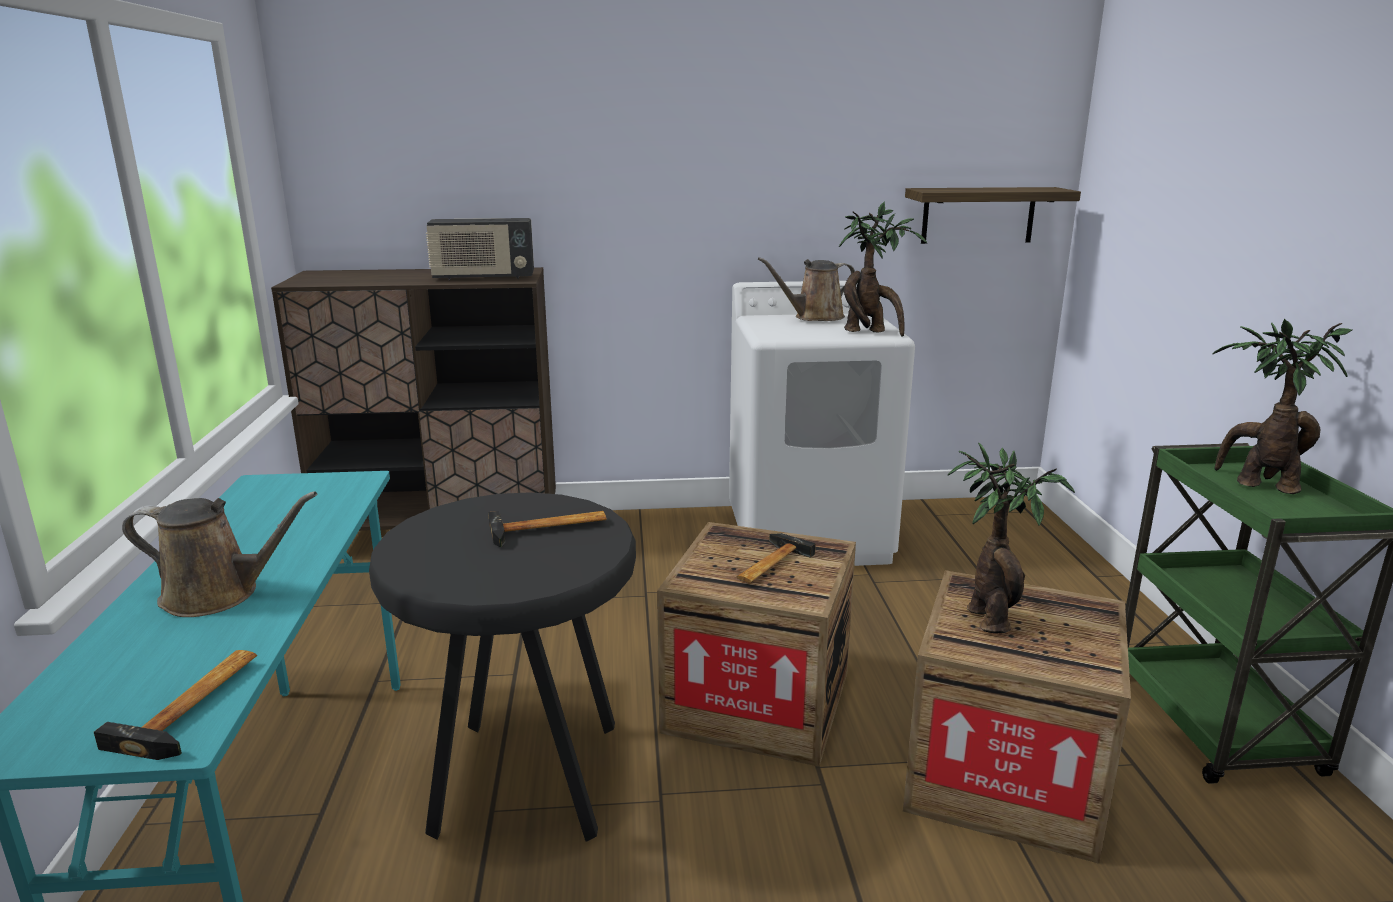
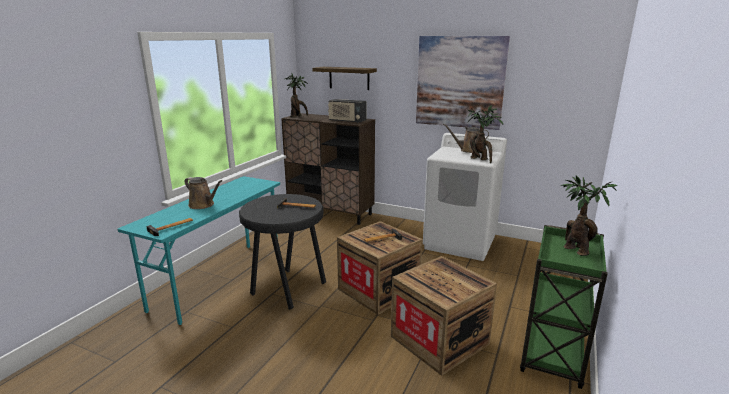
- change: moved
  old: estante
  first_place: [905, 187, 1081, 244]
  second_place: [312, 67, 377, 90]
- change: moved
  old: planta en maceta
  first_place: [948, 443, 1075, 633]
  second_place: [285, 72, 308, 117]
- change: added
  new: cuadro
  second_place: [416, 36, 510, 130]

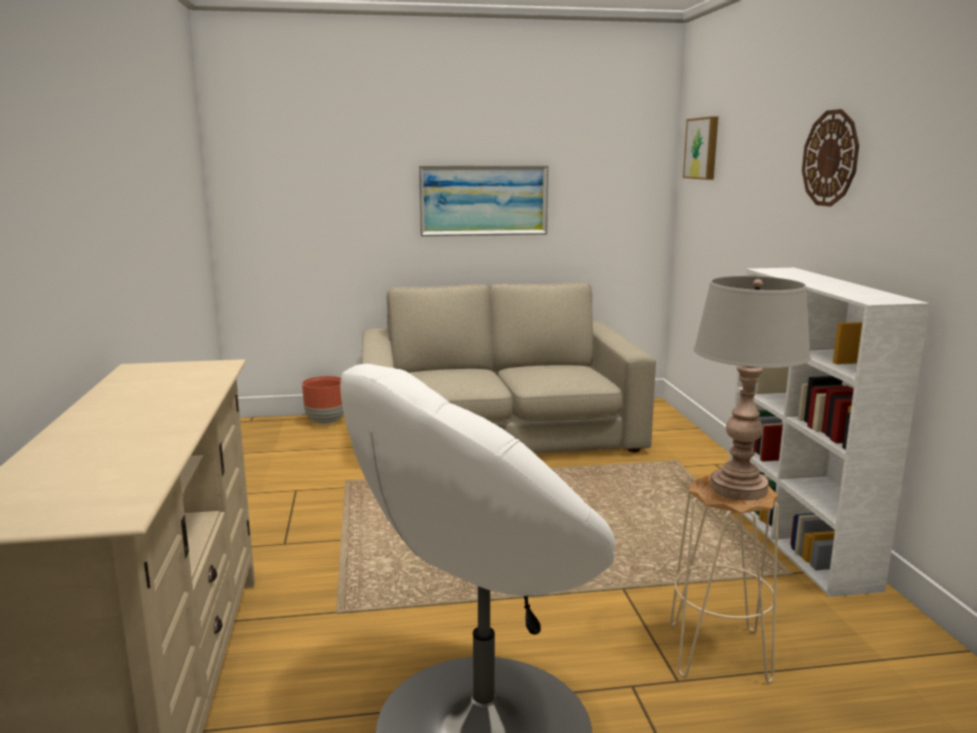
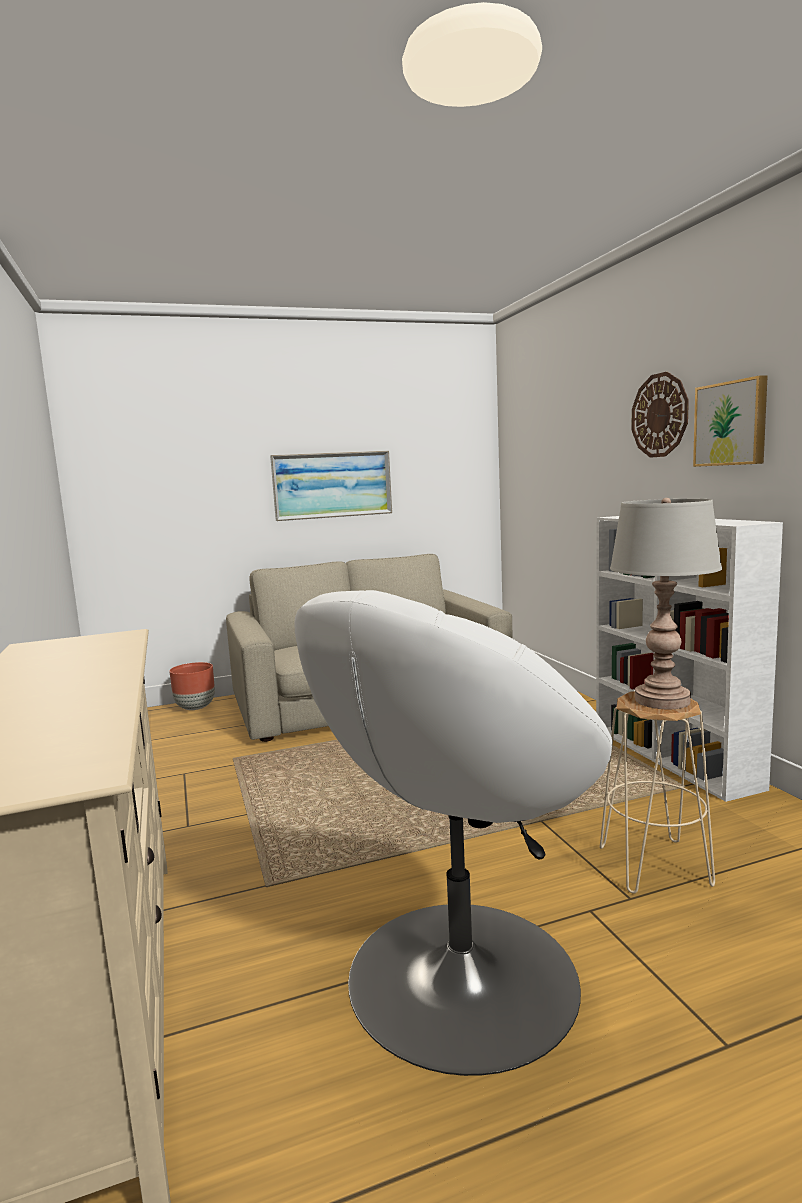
- change: moved
  old: cuadro
  first_place: [683, 116, 718, 180]
  second_place: [693, 376, 768, 467]

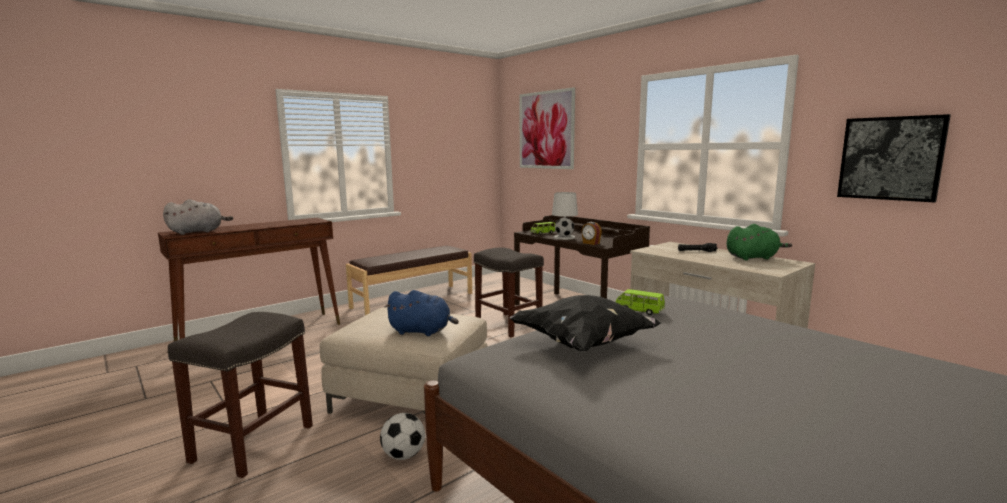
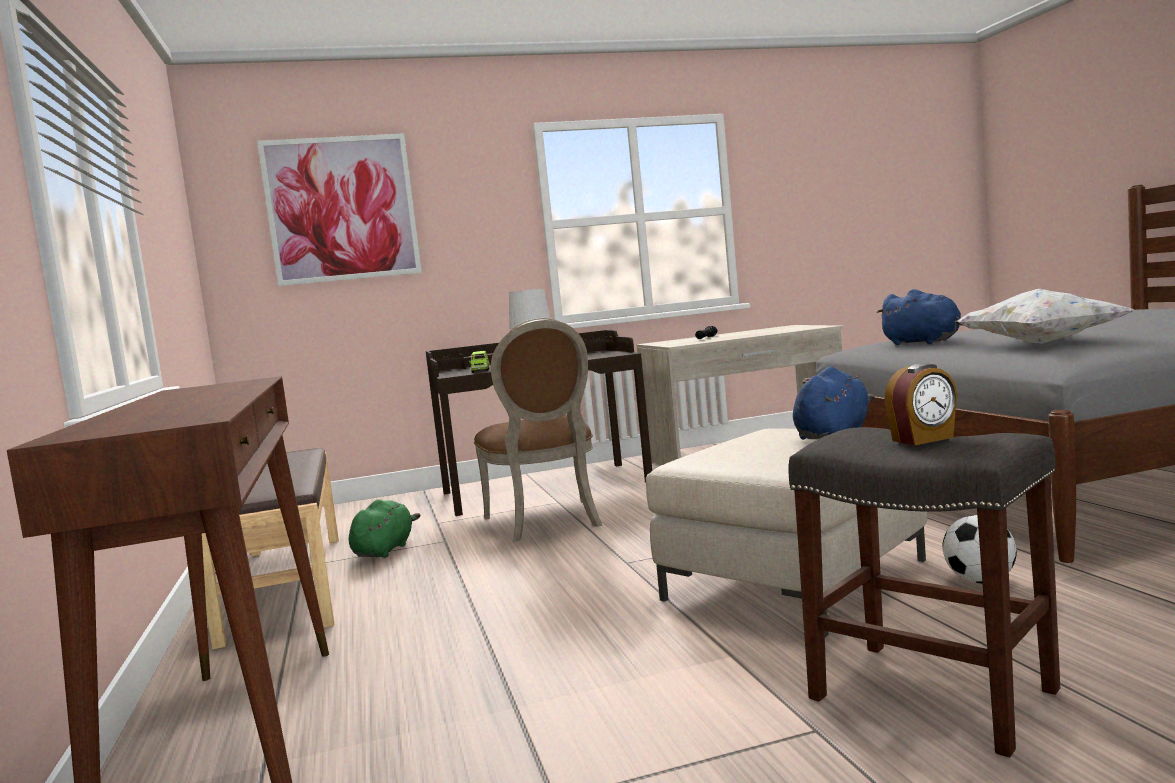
- change: removed
  old: cuadro
  first_place: [837, 114, 951, 202]
- change: removed
  old: peluche (gris)
  first_place: [163, 199, 233, 235]
- change: moved
  old: despertador
  first_place: [581, 222, 602, 245]
  second_place: [884, 363, 958, 445]
- change: moved
  old: peluche (verde)
  first_place: [727, 224, 792, 261]
  second_place: [349, 499, 421, 558]
- change: replaced
  old: taburete (gris)
  new: silla (marrón)
  first_place: [474, 247, 544, 337]
  second_place: [474, 318, 602, 541]
- change: replaced
  old: coche de juguete (verde)
  new: peluche (azul)
  first_place: [616, 289, 665, 315]
  second_place: [876, 289, 964, 345]
- change: recoloured
  old: cojín (negro)
  new: cojín (blanco)
  first_place: [509, 295, 662, 351]
  second_place: [955, 289, 1133, 344]

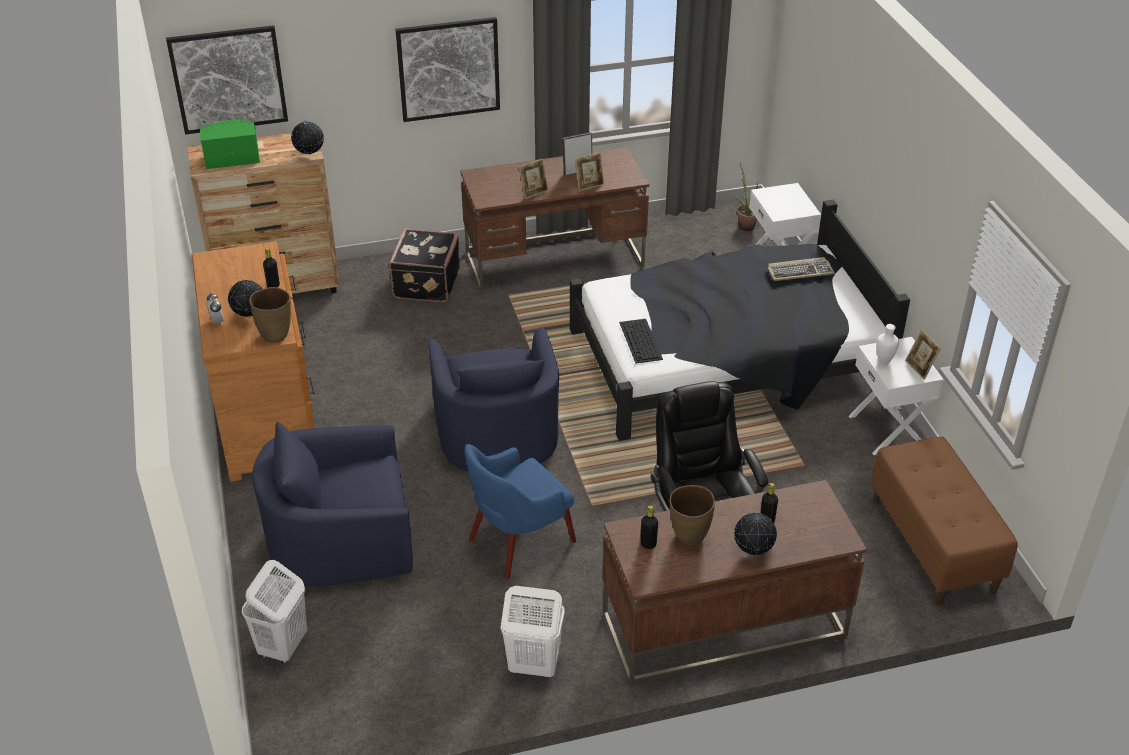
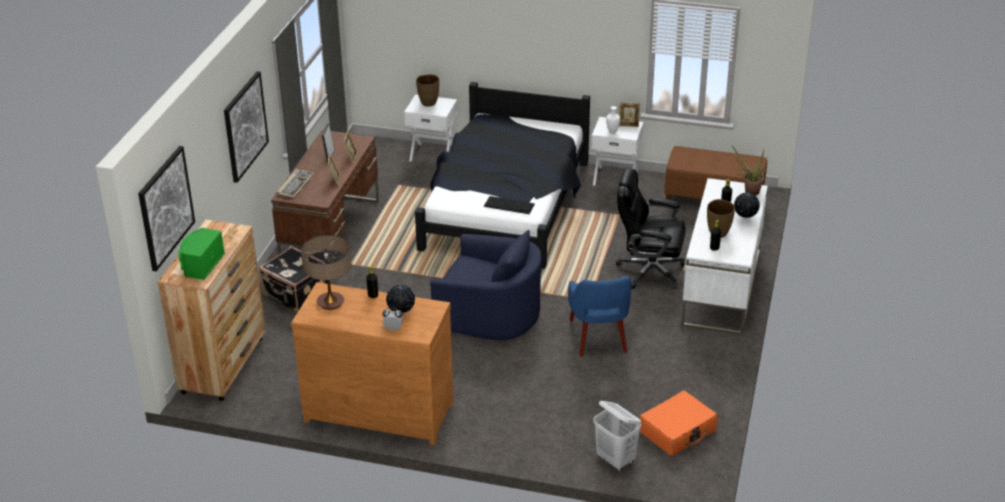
- change: removed
  old: globo terráqueo
  first_place: [291, 120, 324, 156]
- change: moved
  old: planta en maceta
  first_place: [737, 162, 758, 231]
  second_place: [732, 146, 765, 196]
- change: moved
  old: teclado
  first_place: [768, 257, 835, 281]
  second_place: [277, 169, 314, 198]
- change: moved
  old: florero (marrón)
  first_place: [249, 287, 291, 343]
  second_place: [416, 74, 439, 107]
- change: removed
  old: sillón (azul)
  first_place: [252, 421, 413, 586]
- change: recoloured
  old: escritorio (marrón)
  new: escritorio (blanco)
  first_place: [603, 480, 867, 686]
  second_place: [681, 178, 768, 335]
- change: removed
  old: cesto de la ropa (blanco)
  first_place: [501, 586, 565, 677]
- change: added
  new: lámpara de mesa
  second_place: [301, 235, 351, 310]
- change: added
  new: maleta (naranja)
  second_place: [639, 391, 718, 456]

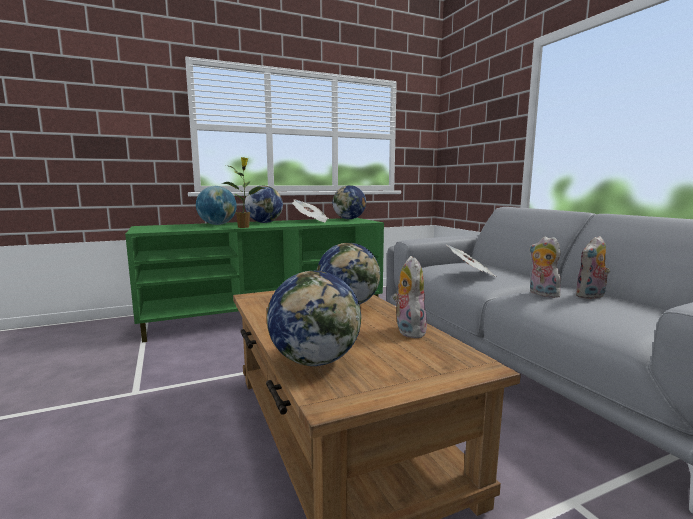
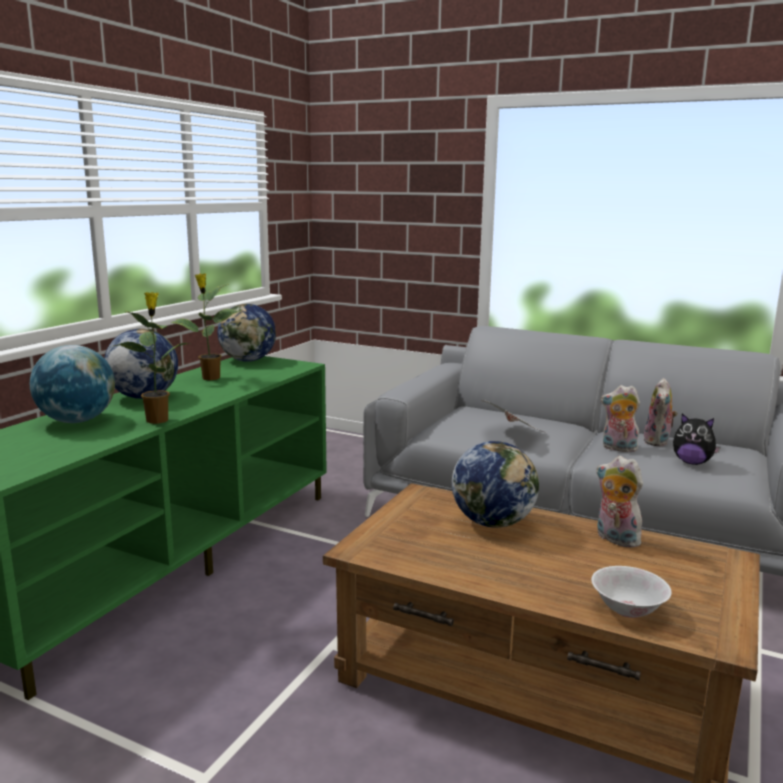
- change: replaced
  old: periódico
  new: planta en maceta
  first_place: [292, 199, 329, 222]
  second_place: [171, 273, 239, 380]
- change: replaced
  old: globo terráqueo
  new: cuenco (blanco)
  first_place: [267, 271, 361, 366]
  second_place: [591, 566, 672, 618]
- change: added
  new: peluche
  second_place: [673, 413, 721, 465]

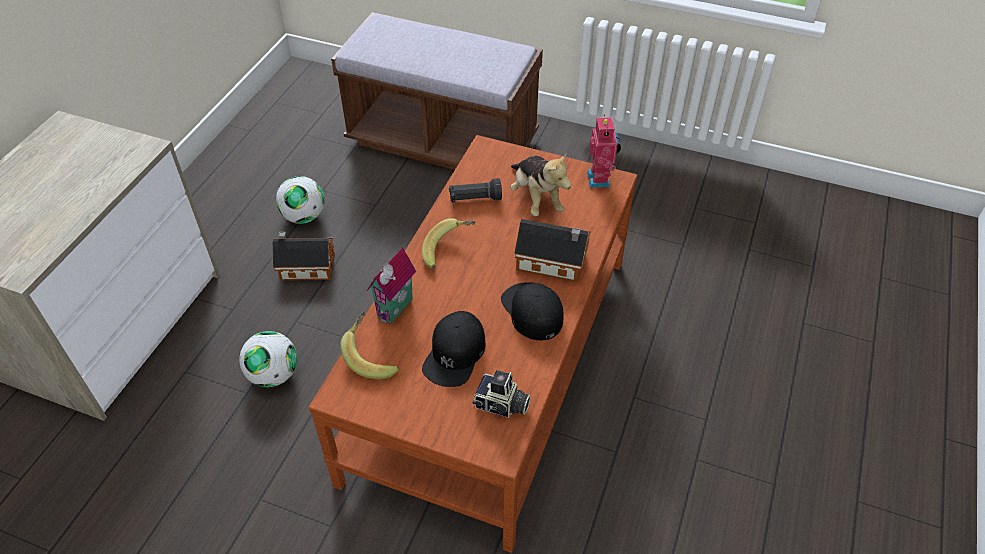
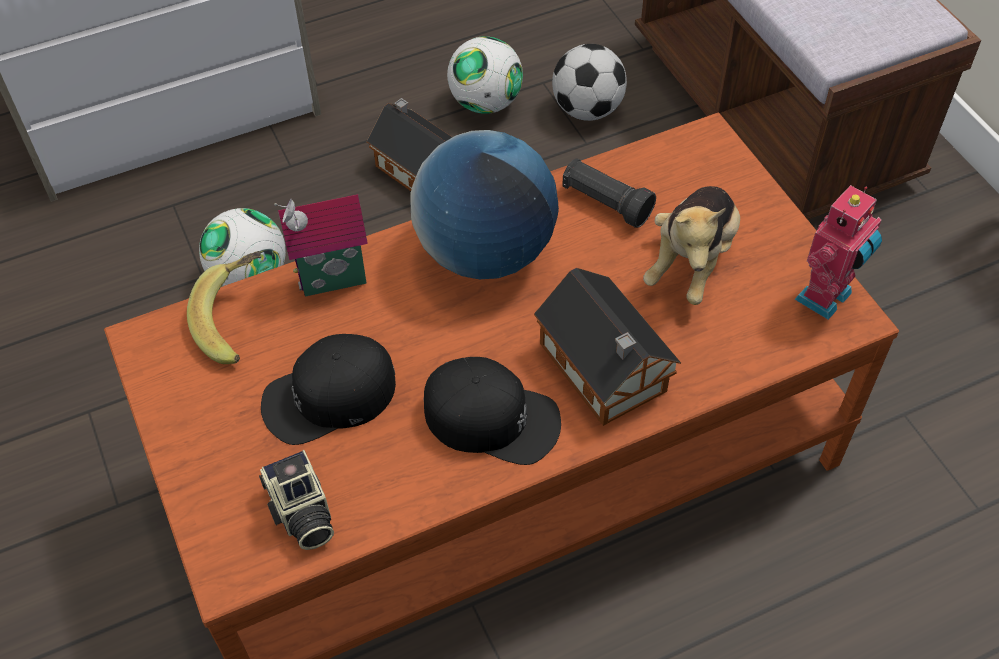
- change: replaced
  old: plátano
  new: globo terráqueo
  first_place: [422, 218, 476, 269]
  second_place: [410, 130, 559, 279]
- change: turned
  old: gorra (negro)
  first_place: [501, 282, 564, 340]
  second_place: [424, 357, 561, 465]
  degrees: 90
- change: added
  new: balón de fútbol
  second_place: [552, 44, 627, 121]

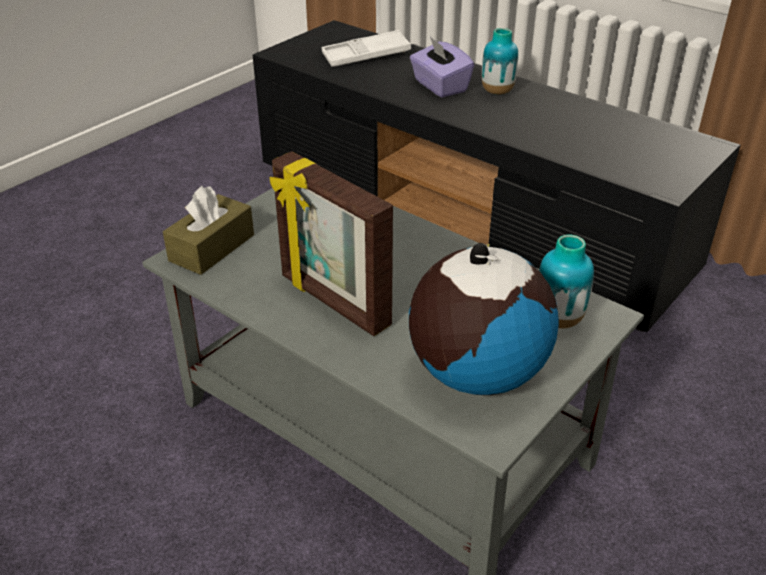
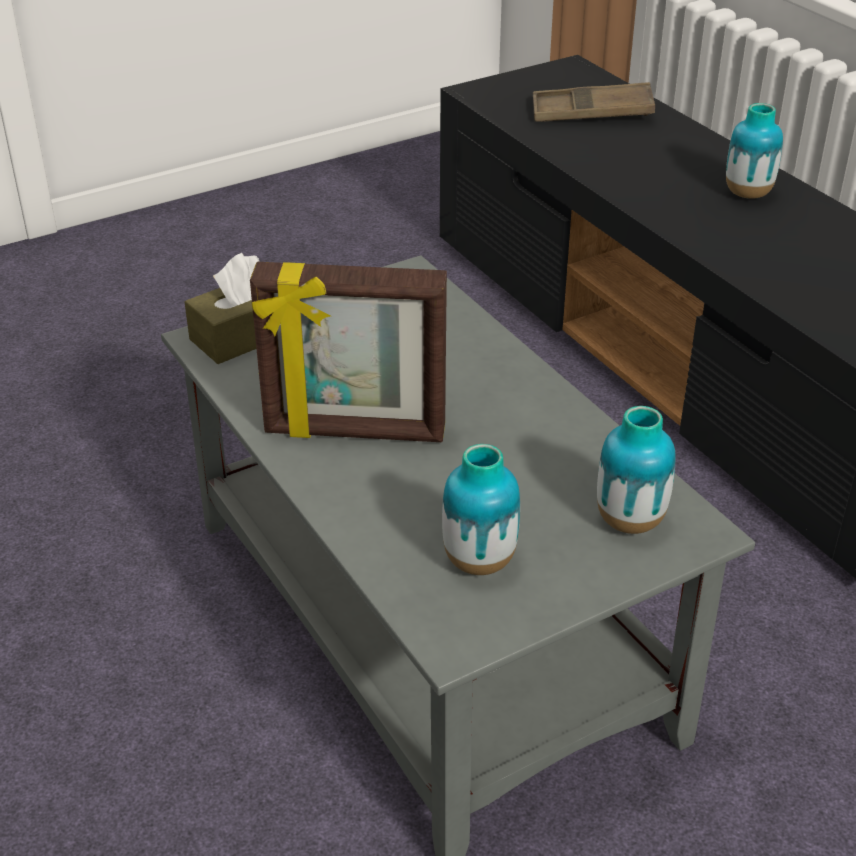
- change: recoloured
  old: bandeja (blanco)
  new: bandeja (marrón)
  first_place: [322, 30, 411, 67]
  second_place: [533, 82, 655, 122]
- change: removed
  old: caja de pañuelos (morado)
  first_place: [410, 37, 474, 97]
- change: turned
  old: portarretratos
  first_place: [270, 151, 393, 336]
  second_place: [250, 262, 447, 442]
  degrees: -60
- change: replaced
  old: globo terráqueo
  new: florero
  first_place: [409, 243, 559, 395]
  second_place: [442, 444, 520, 575]

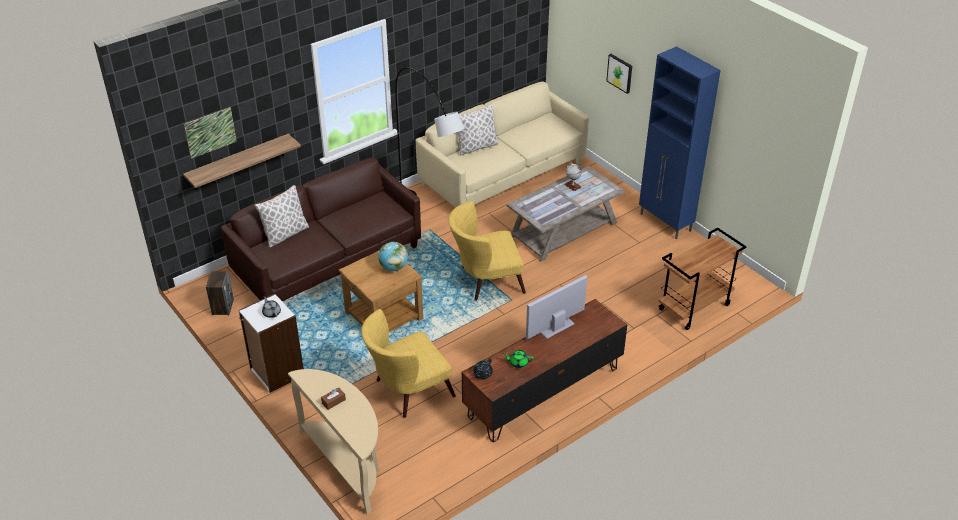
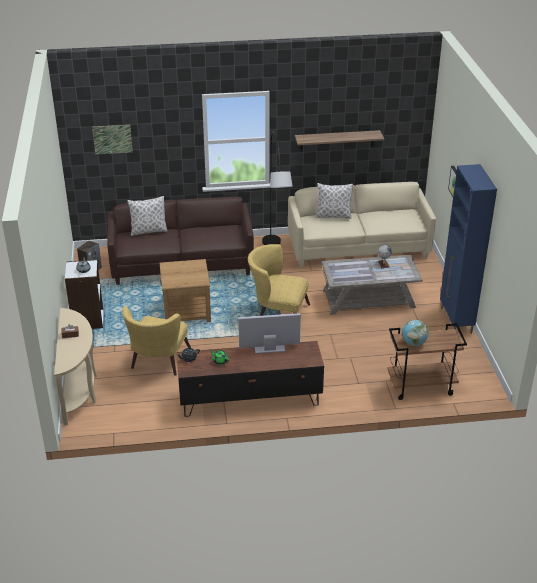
- change: moved
  old: estante
  first_place: [183, 134, 301, 190]
  second_place: [295, 130, 384, 151]
- change: moved
  old: globo terráqueo
  first_place: [378, 242, 408, 271]
  second_place: [402, 320, 428, 346]
- change: turned
  old: sillón (amarillo)
  first_place: [361, 309, 456, 418]
  second_place: [122, 306, 191, 376]
  degrees: -75

